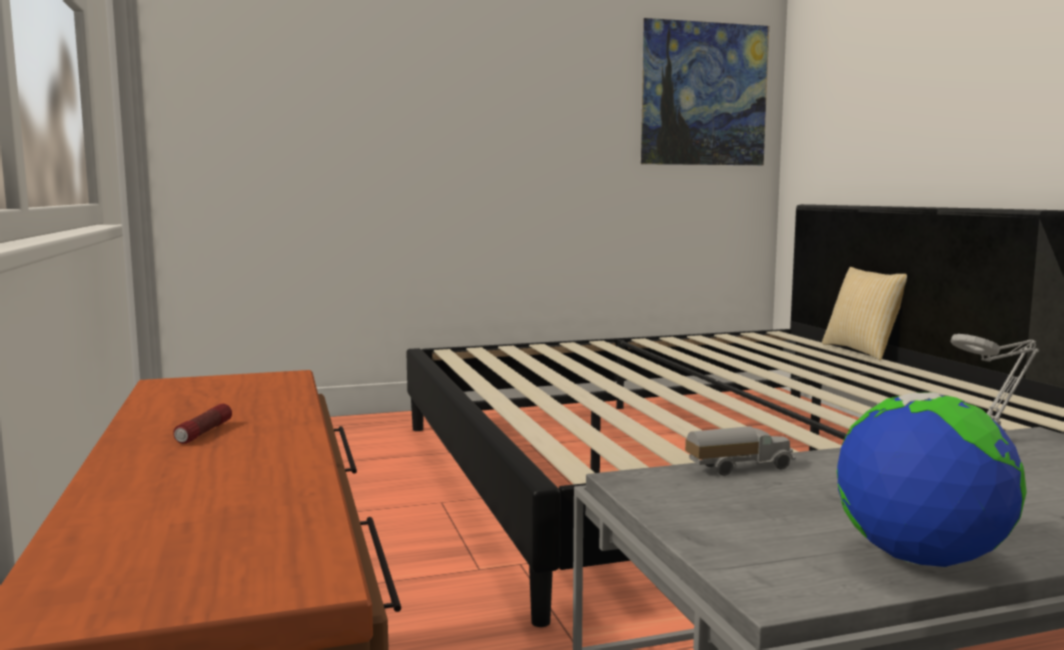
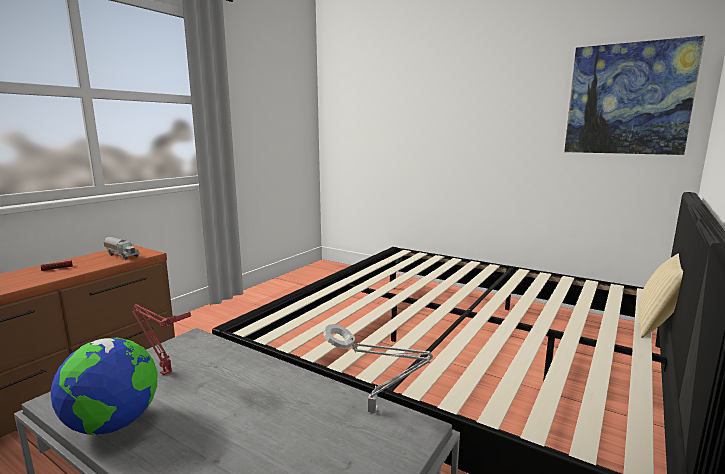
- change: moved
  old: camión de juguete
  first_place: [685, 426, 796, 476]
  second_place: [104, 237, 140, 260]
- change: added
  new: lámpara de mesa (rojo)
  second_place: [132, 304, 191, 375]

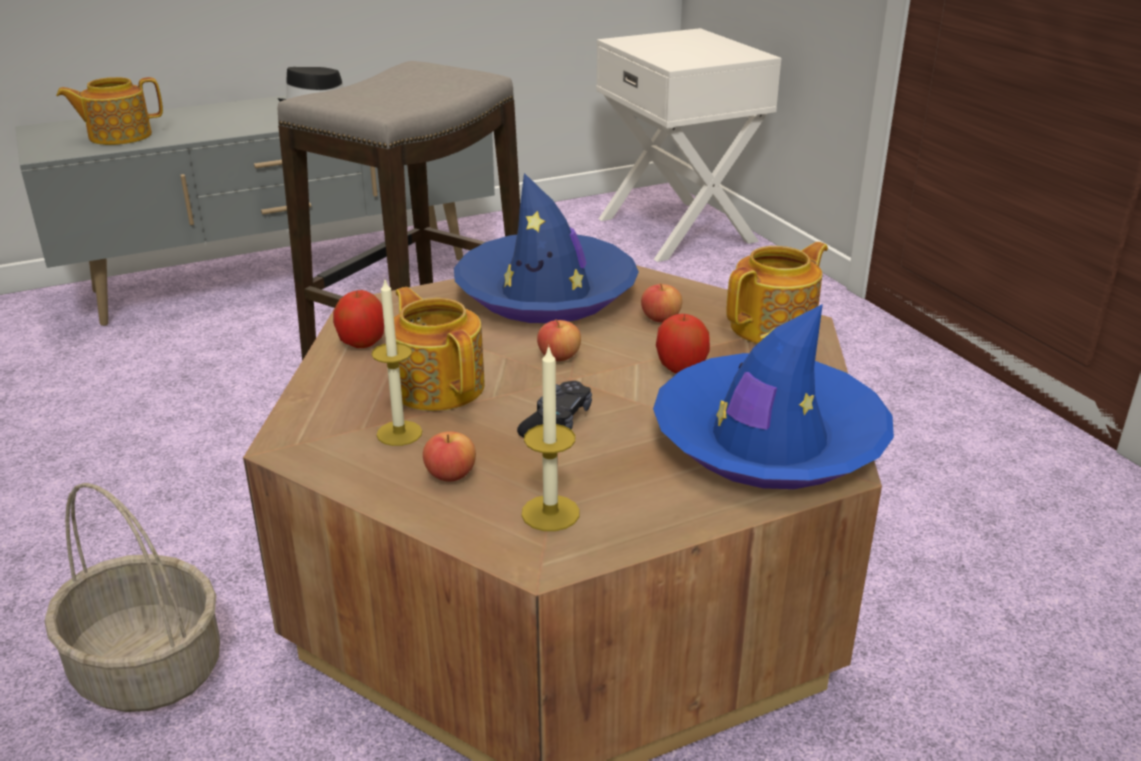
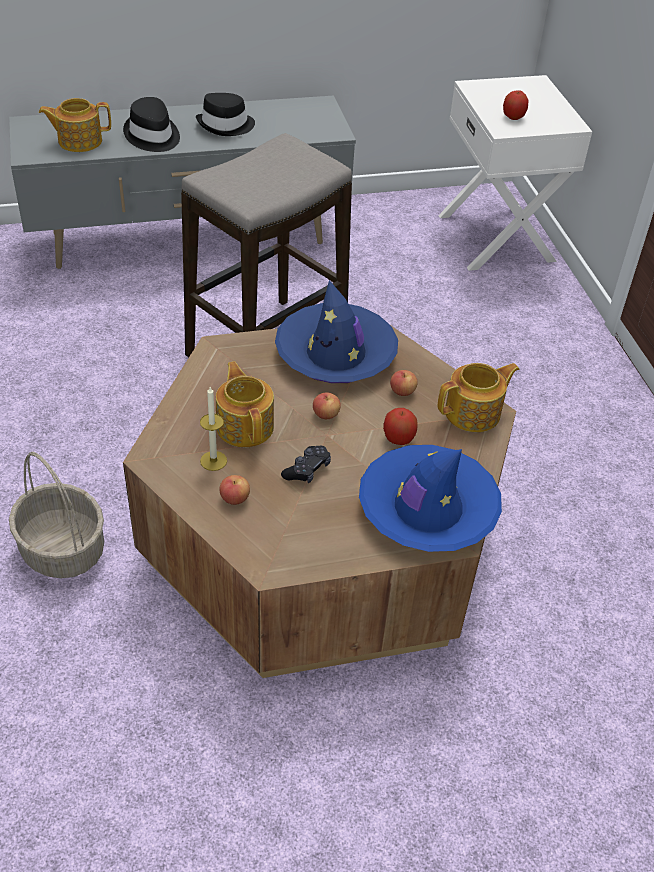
- change: moved
  old: manzana
  first_place: [333, 290, 384, 348]
  second_place: [503, 90, 529, 120]
- change: removed
  old: vela
  first_place: [521, 345, 580, 531]
- change: added
  new: sombrero (negro)
  second_place: [123, 97, 180, 152]

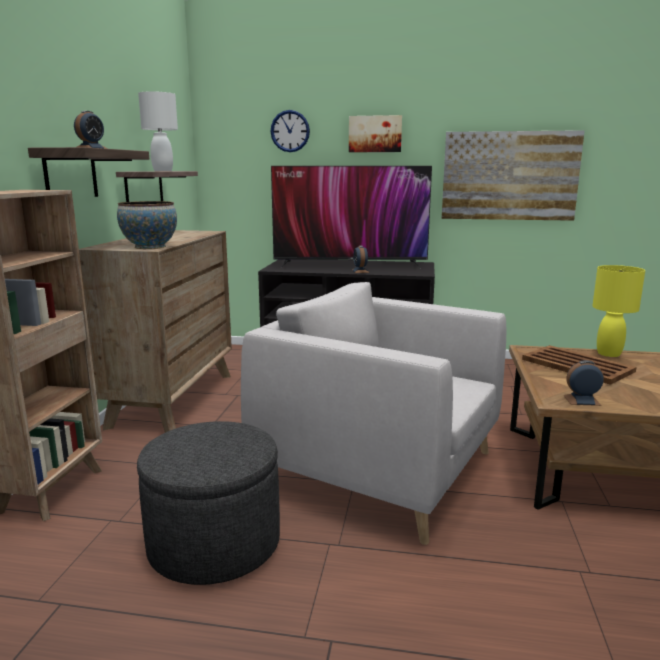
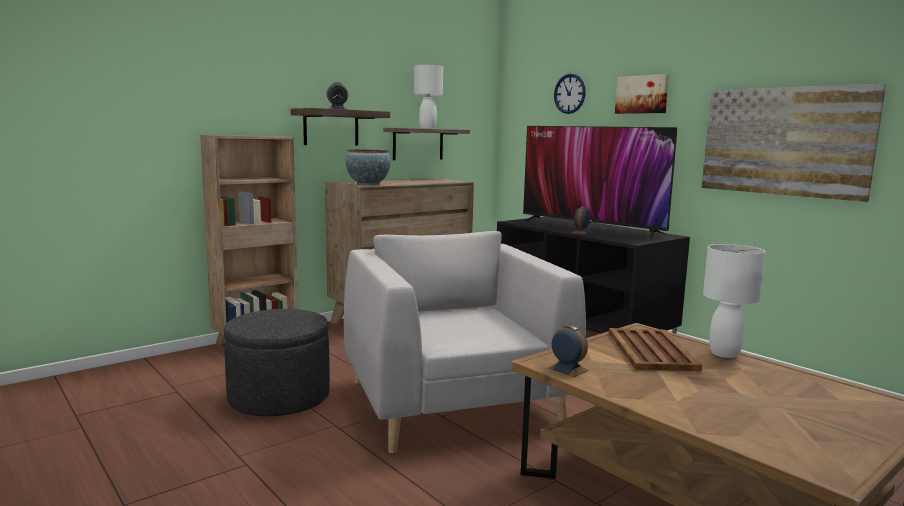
- change: recoloured
  old: lámpara de mesa (amarillo)
  new: lámpara de mesa (blanco)
  first_place: [592, 265, 645, 357]
  second_place: [703, 244, 766, 358]

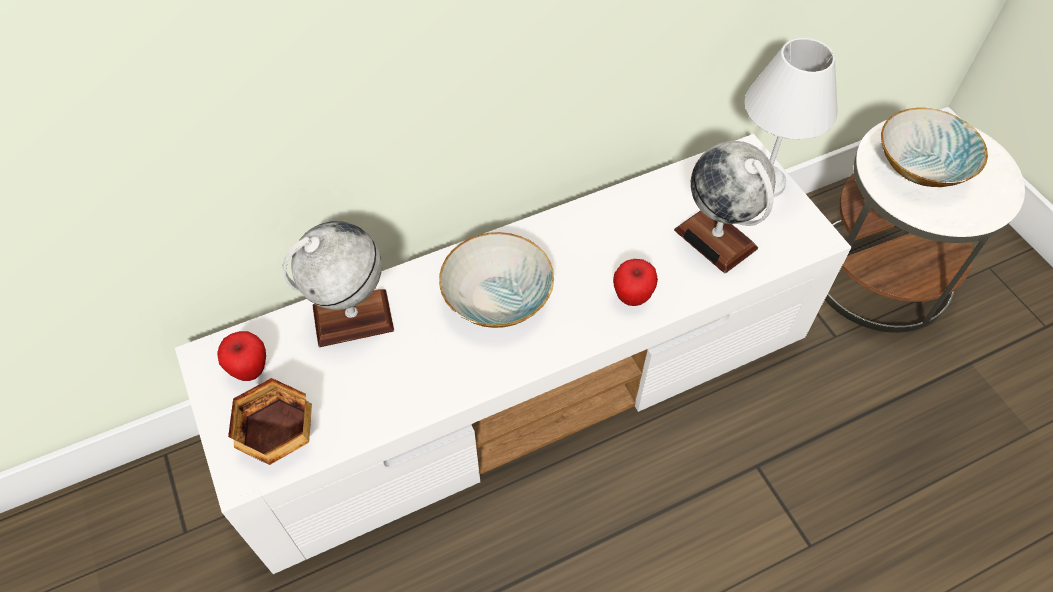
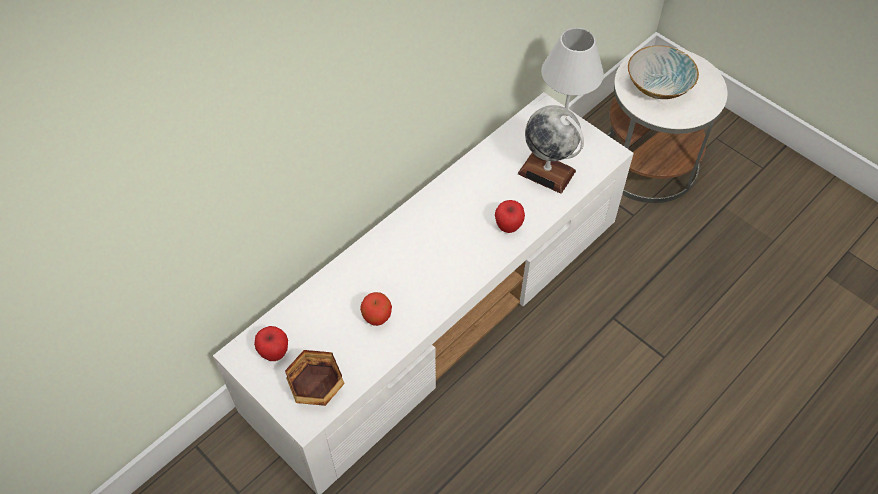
- change: removed
  old: globo terráqueo
  first_place: [283, 221, 394, 347]
- change: removed
  old: cuenco
  first_place: [439, 232, 554, 328]
- change: added
  new: manzana
  second_place: [360, 292, 392, 326]

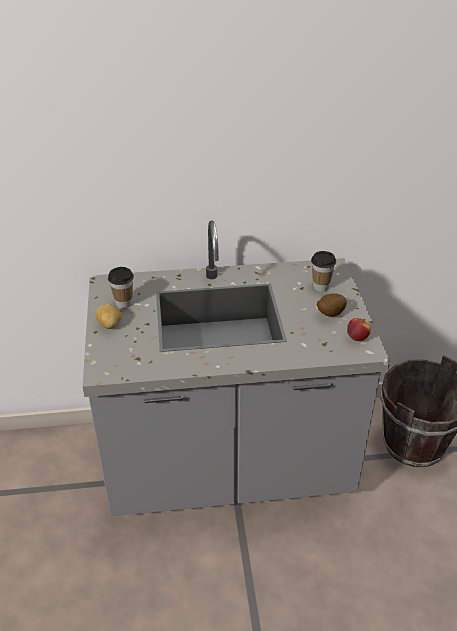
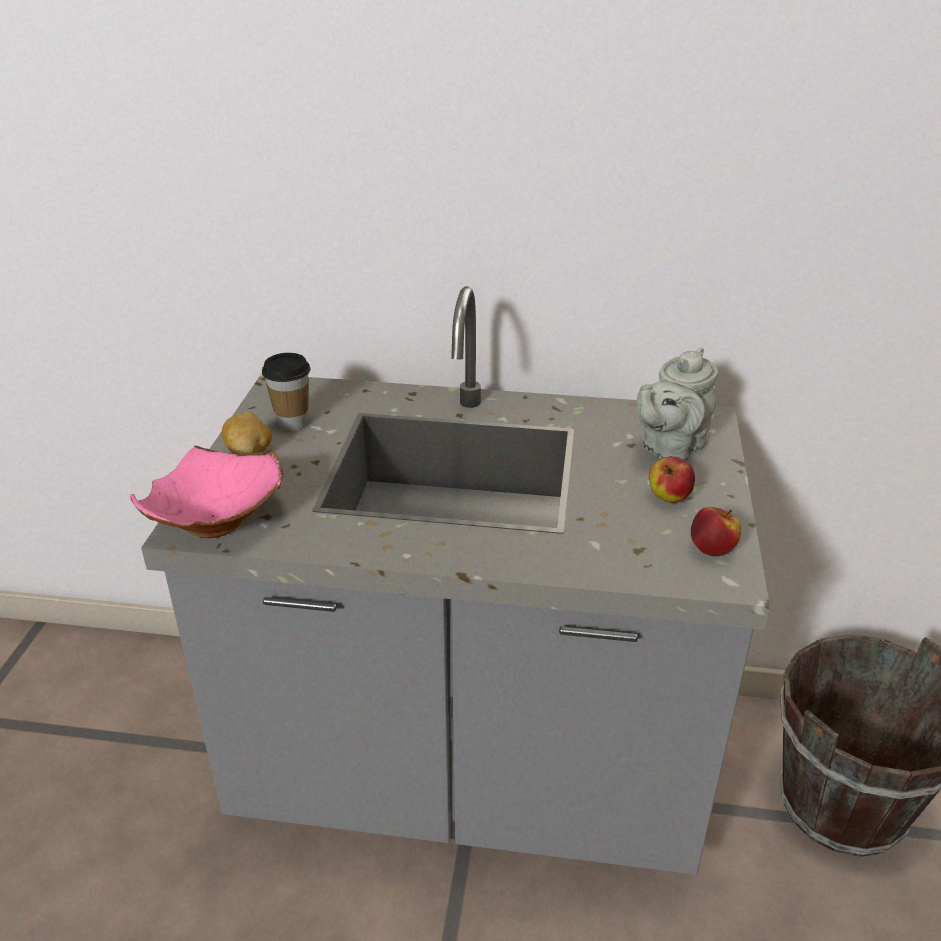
- change: replaced
  old: taza
  new: tetera (gris)
  first_place: [311, 251, 336, 292]
  second_place: [637, 347, 718, 461]
- change: replaced
  old: patata
  new: manzana
  first_place: [317, 293, 347, 317]
  second_place: [649, 456, 695, 503]
- change: added
  new: cuenco (rosa)
  second_place: [130, 445, 283, 538]

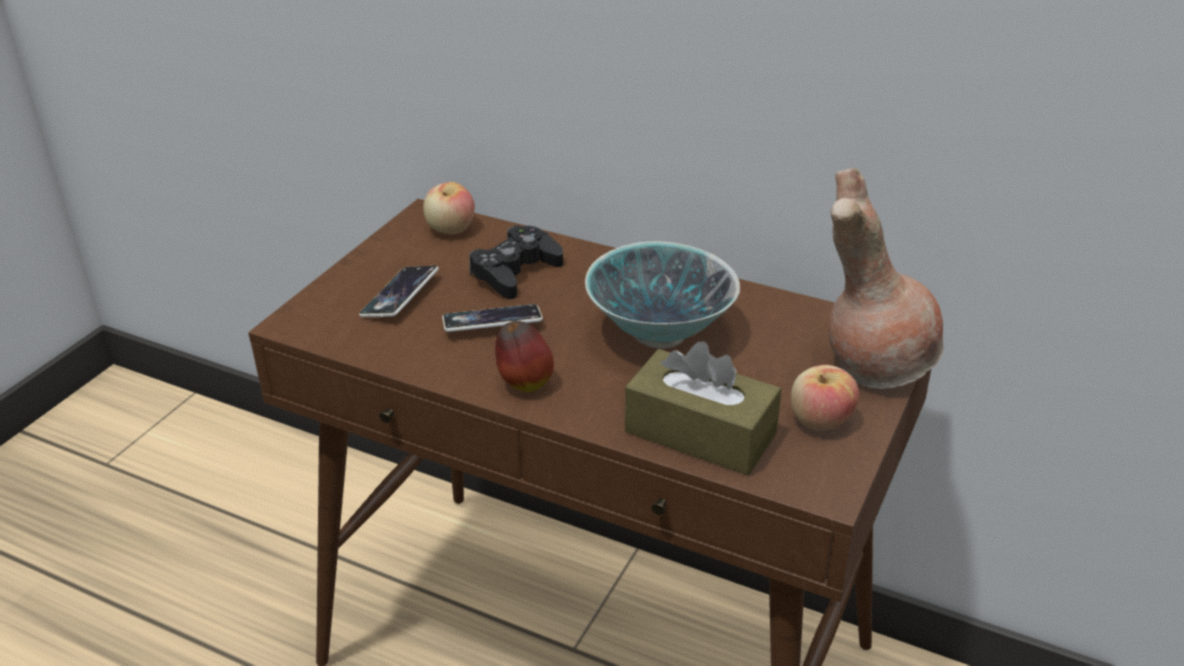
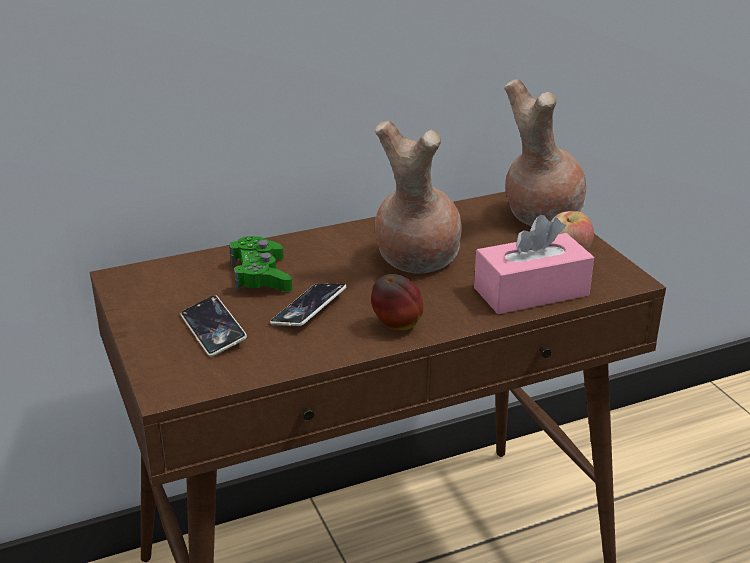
- change: removed
  old: manzana
  first_place: [423, 182, 475, 235]
- change: recoloured
  old: mando de consola (negro)
  new: mando de consola (verde)
  first_place: [469, 225, 563, 299]
  second_place: [229, 236, 292, 293]
- change: replaced
  old: cuenco
  new: florero (marrón)
  first_place: [585, 241, 740, 349]
  second_place: [375, 121, 462, 274]
- change: recoloured
  old: caja de pañuelos (marrón)
  new: caja de pañuelos (rosa)
  first_place: [625, 342, 782, 475]
  second_place: [474, 215, 594, 314]

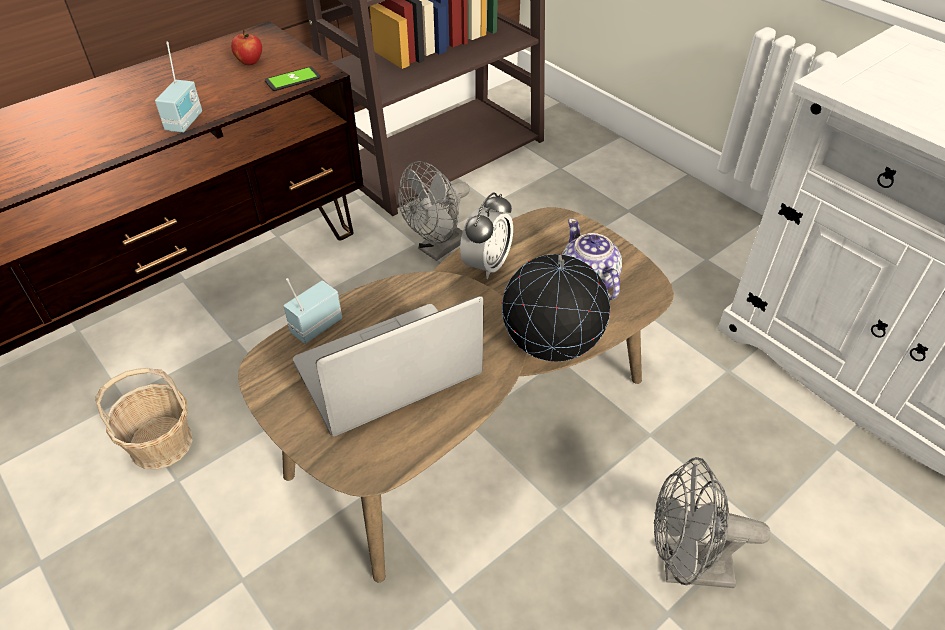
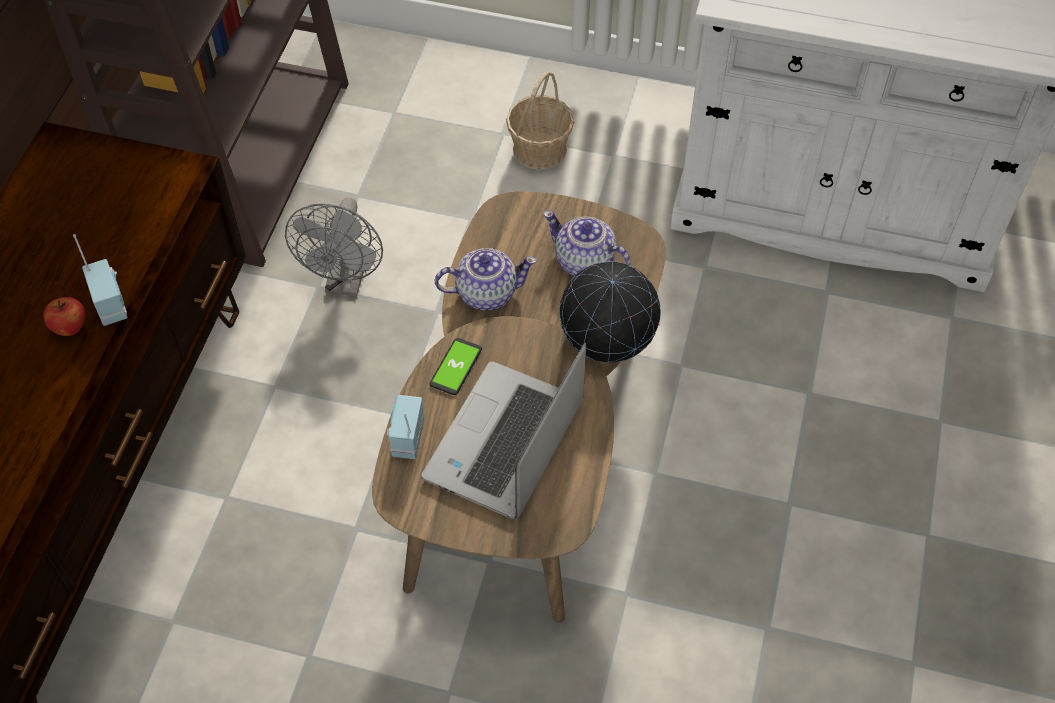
- change: moved
  old: manzana
  first_place: [231, 30, 262, 65]
  second_place: [43, 297, 85, 336]
- change: moved
  old: móvil
  first_place: [265, 67, 321, 91]
  second_place: [430, 338, 482, 395]
- change: replaced
  old: despertador
  new: tetera
  first_place: [460, 192, 513, 279]
  second_place: [435, 248, 537, 310]
- change: moved
  old: cesta
  first_place: [95, 368, 193, 470]
  second_place: [506, 71, 574, 170]
- change: removed
  old: ventilador (gris)
  first_place: [654, 457, 771, 588]

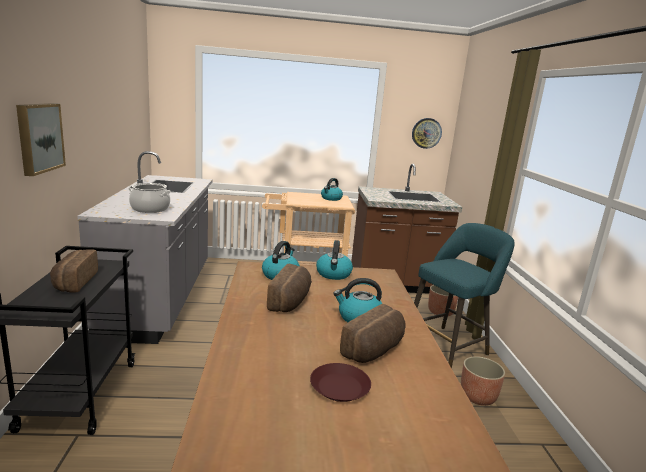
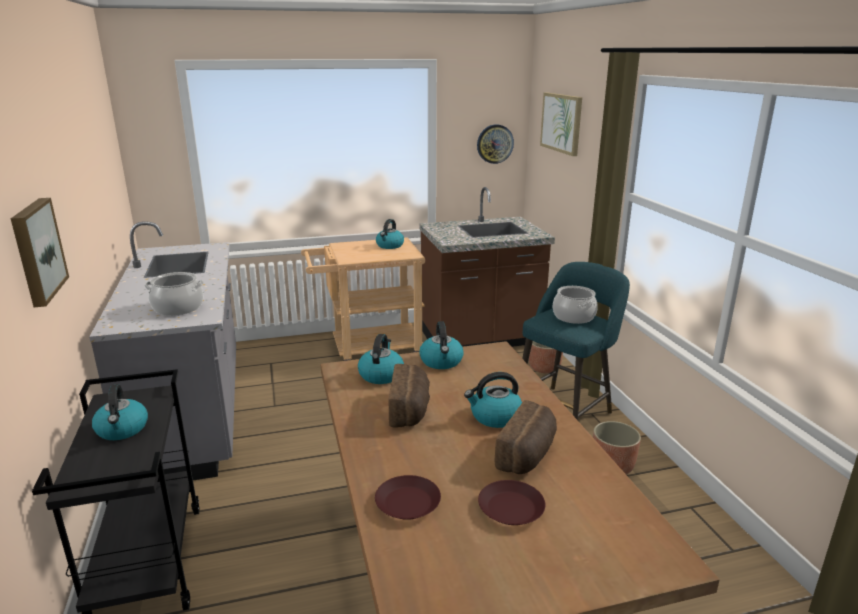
- change: replaced
  old: pan
  new: hervidor
  first_place: [50, 249, 98, 293]
  second_place: [92, 384, 148, 440]
- change: added
  new: cuadro
  second_place: [540, 92, 582, 156]
- change: added
  new: olla
  second_place: [553, 286, 598, 324]
- change: added
  new: plato (marrón)
  second_place: [375, 475, 441, 520]

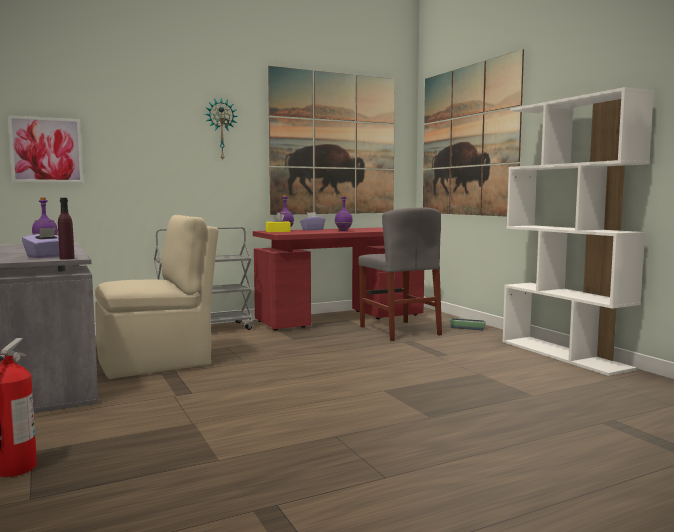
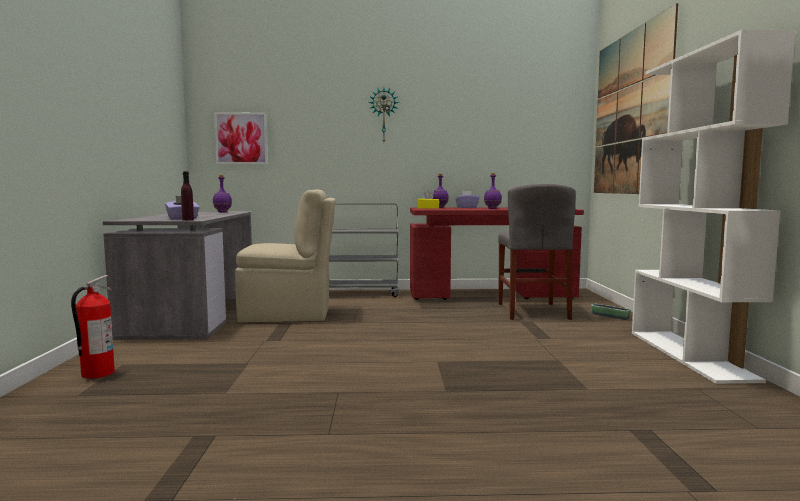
- change: removed
  old: cuadro
  first_place: [268, 66, 395, 215]

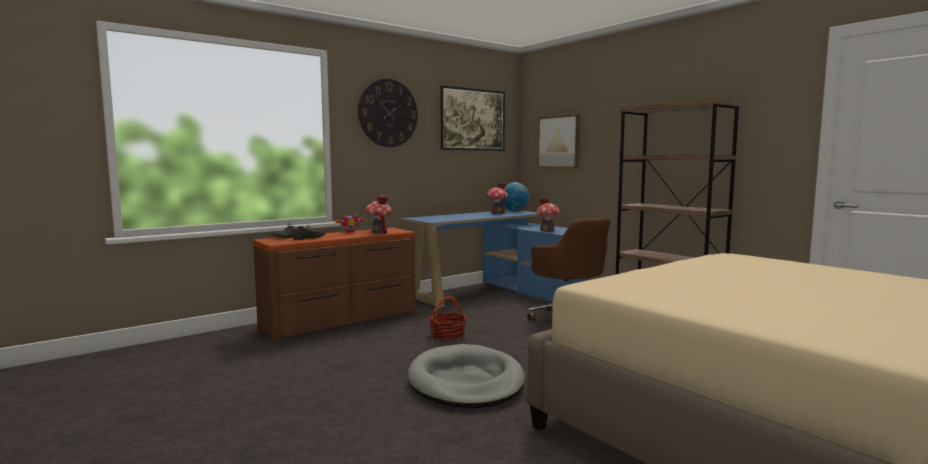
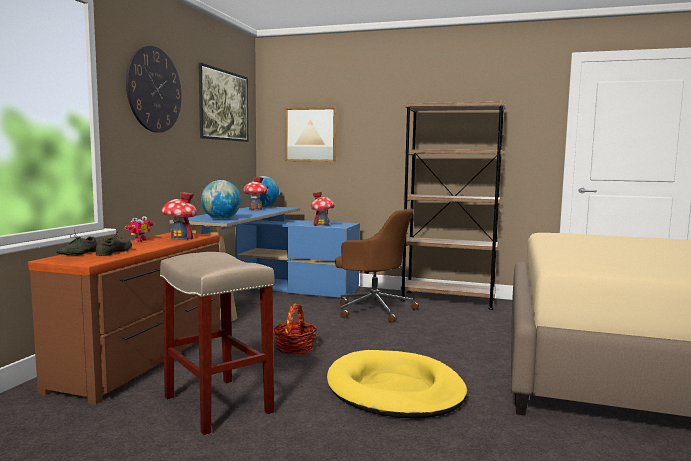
- change: recoloured
  old: cama para perro (gris)
  new: cama para perro (amarillo)
  first_place: [408, 344, 525, 408]
  second_place: [327, 350, 467, 418]
- change: added
  new: globo terráqueo
  second_place: [201, 180, 241, 219]
- change: added
  new: taburete (beis)
  second_place: [160, 252, 275, 435]

